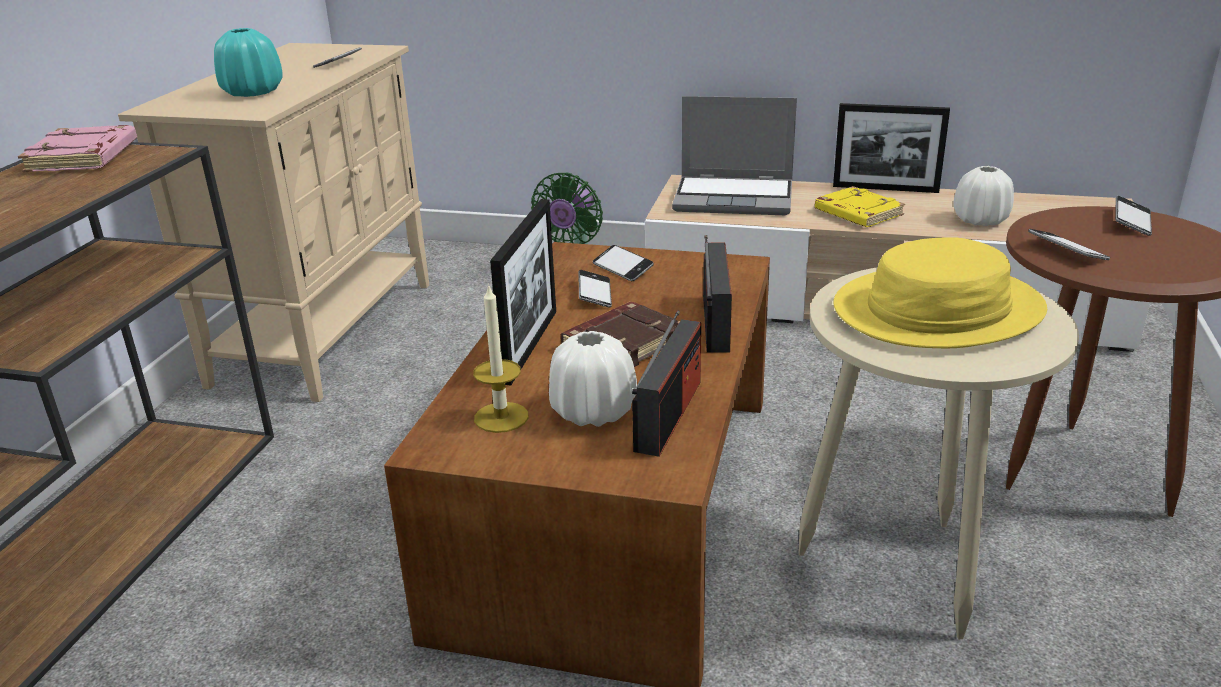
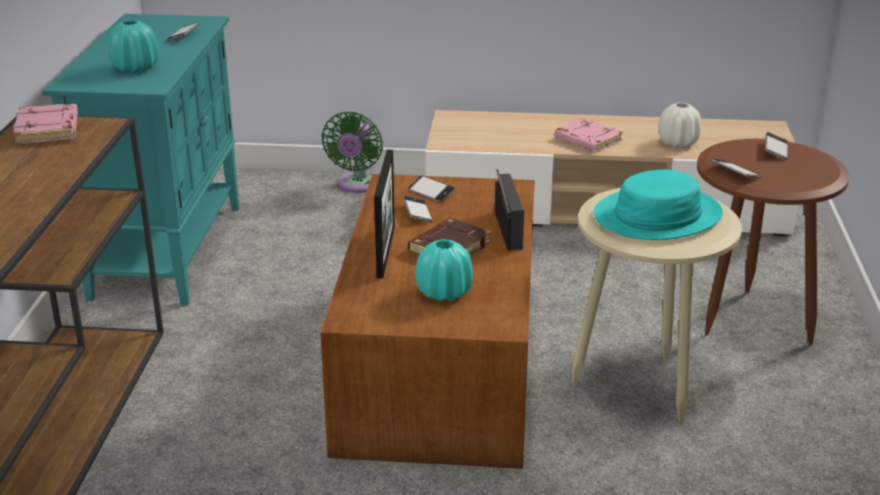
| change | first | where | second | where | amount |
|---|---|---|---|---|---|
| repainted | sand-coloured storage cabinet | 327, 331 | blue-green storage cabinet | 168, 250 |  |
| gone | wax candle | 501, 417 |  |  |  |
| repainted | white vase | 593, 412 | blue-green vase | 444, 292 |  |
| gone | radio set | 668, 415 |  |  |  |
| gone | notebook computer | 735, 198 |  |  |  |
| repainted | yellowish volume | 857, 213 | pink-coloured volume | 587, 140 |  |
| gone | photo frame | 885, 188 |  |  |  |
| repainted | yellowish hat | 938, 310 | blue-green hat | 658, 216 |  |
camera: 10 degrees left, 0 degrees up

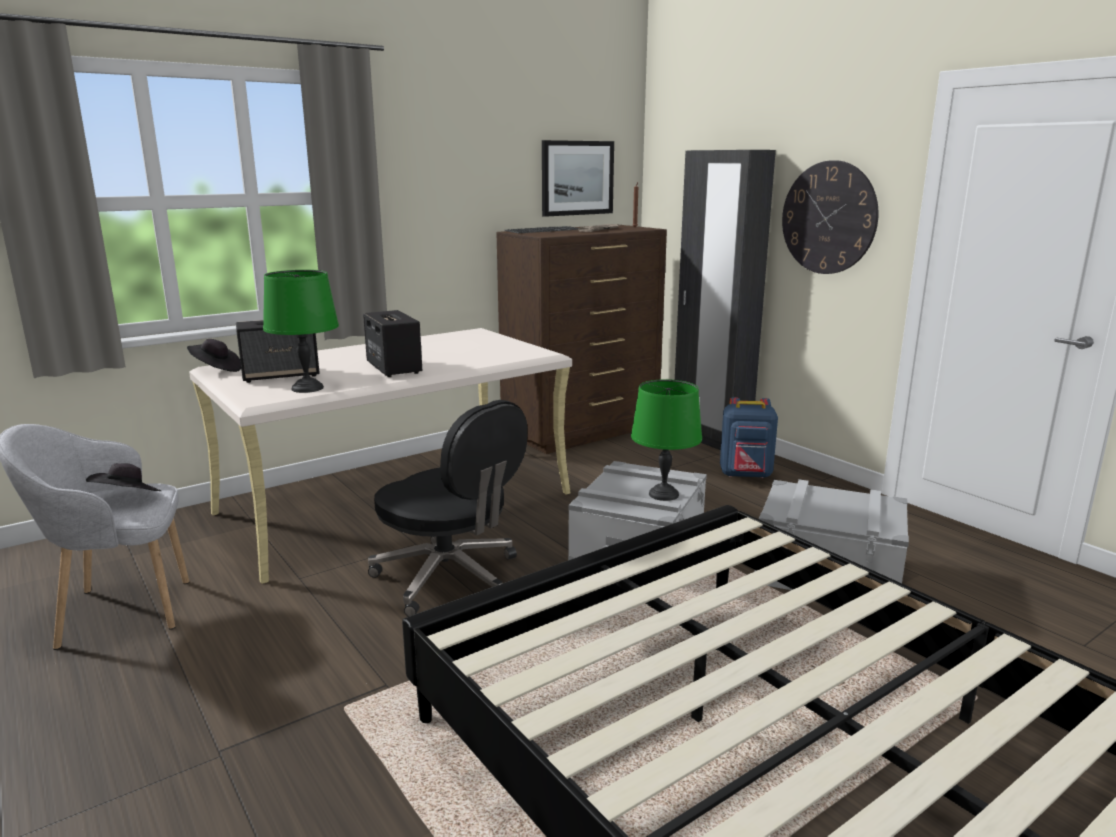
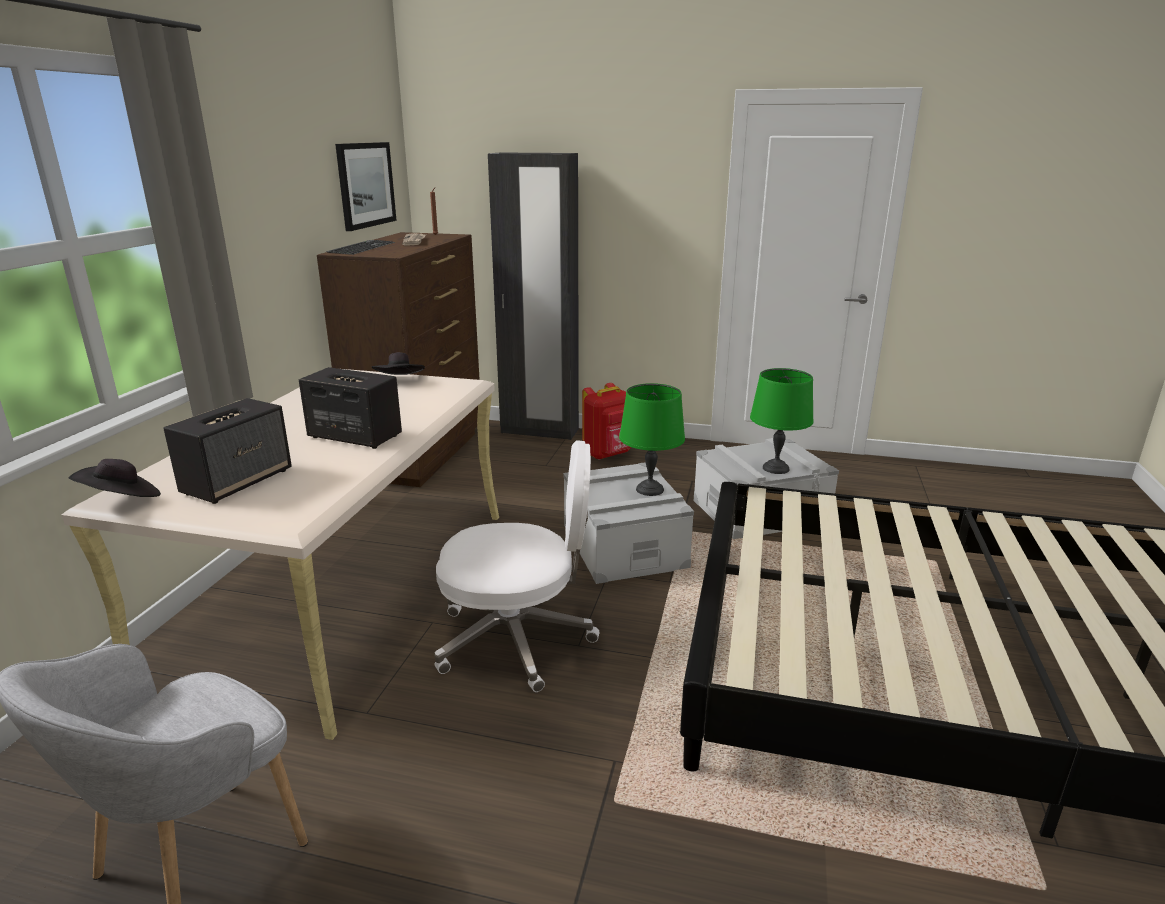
| change | first | where | second | where | amount |
|---|---|---|---|---|---|
| shifted | black-coloured hat | 127, 498 |  | 400, 381 |  |
| shifted | green-coloured table lamp | 308, 388 |  | 776, 468 |  |
| repainted | black-coloured computer chair | 450, 578 | white computer chair | 517, 639 |  |
| repainted | blue knapsack | 746, 475 | reddish knapsack | 608, 454 |  |
| gone | hanging clock | 828, 218 |  |  |  |
camera: 40 degrees left, 5 degrees up

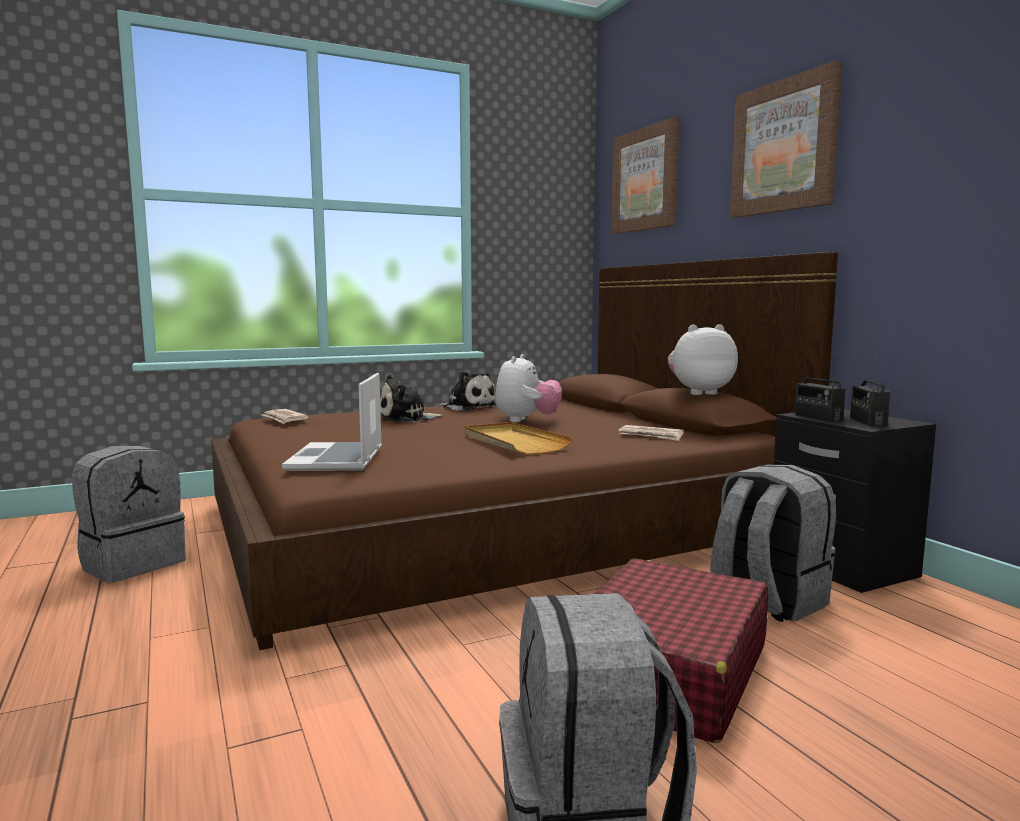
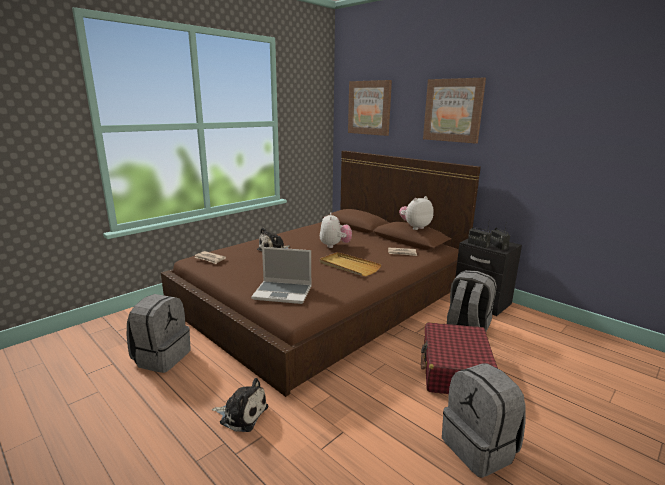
| change | first | where | second | where | amount |
|---|---|---|---|---|---|
| rotated | notebook computer | 337, 460 |  | 283, 293 | 60 degrees counterclockwise |
| shifted | cuddly toy | 468, 407 |  | 242, 414 |  |
camera: 20 degrees left, 10 degrees up

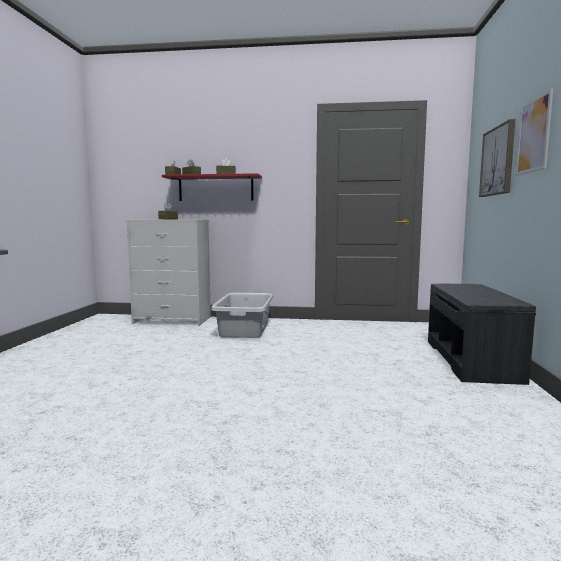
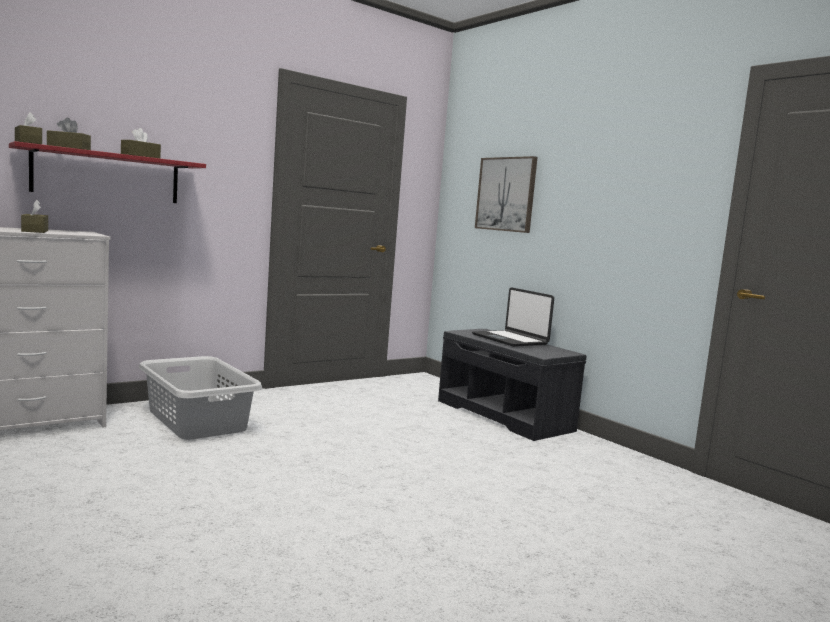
| change | first | where | second | where | amount |
|---|---|---|---|---|---|
| gone | picture | 534, 135 |  |  |  |
| new |  |  | notebook computer | 510, 339 |  |
camera: 45 degrees left, 0 degrees up

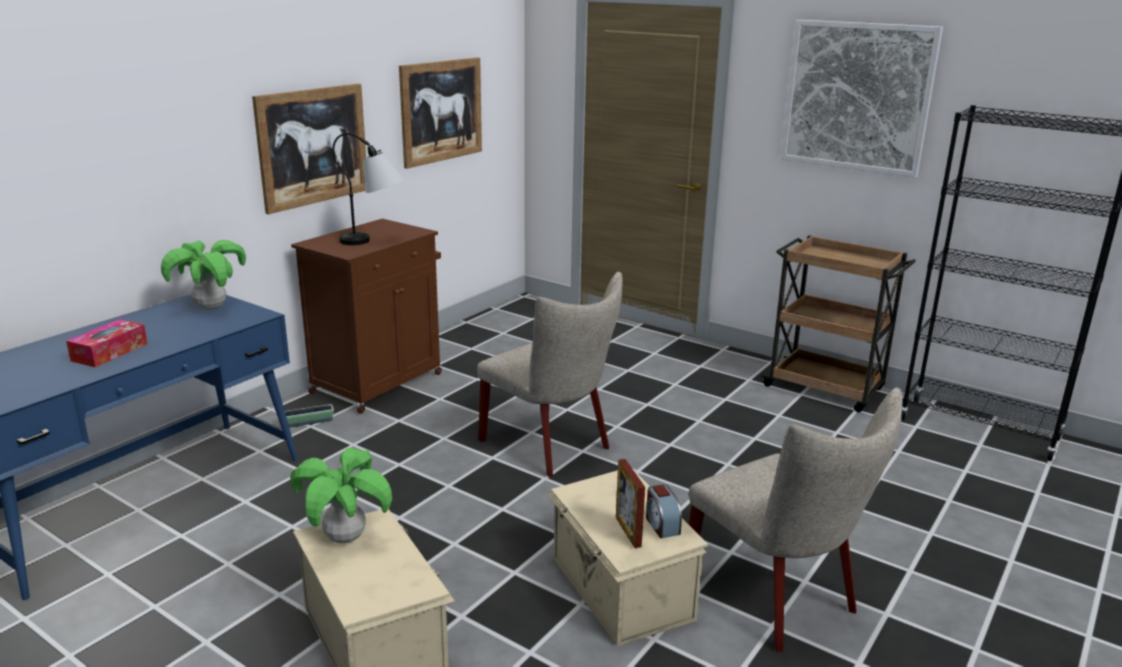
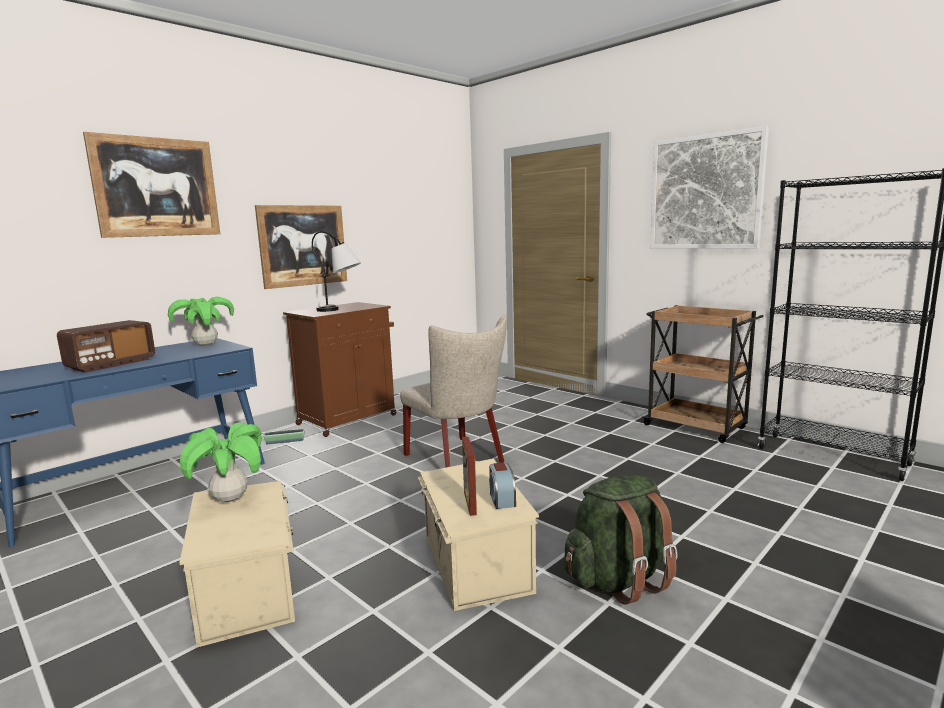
| change | first | where | second | where | amount |
|---|---|---|---|---|---|
| swapped | tissue holder | 109, 352 | radio set | 111, 364 |  |
| shifted | picture | 441, 111 |  | 156, 187 |  |
| swapped | sand-coloured plain chair | 778, 599 | green-coloured knapsack | 619, 580 |  |
camera: 10 degrees right, 10 degrees down

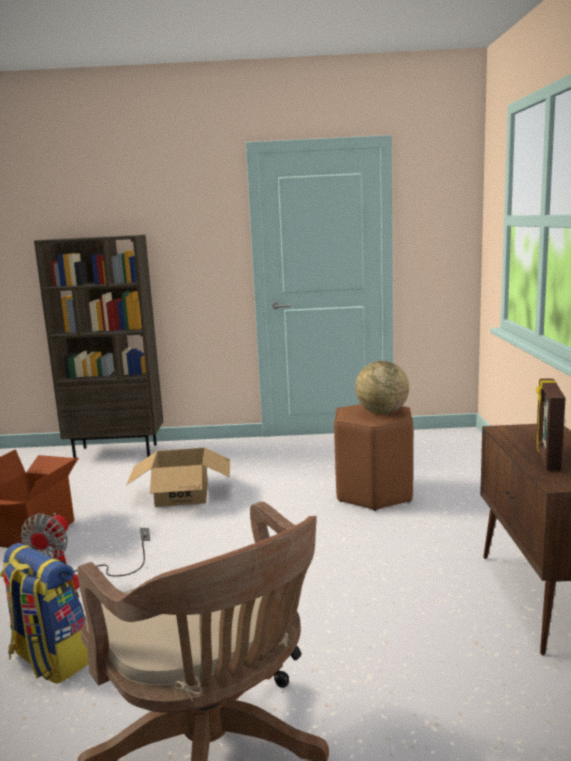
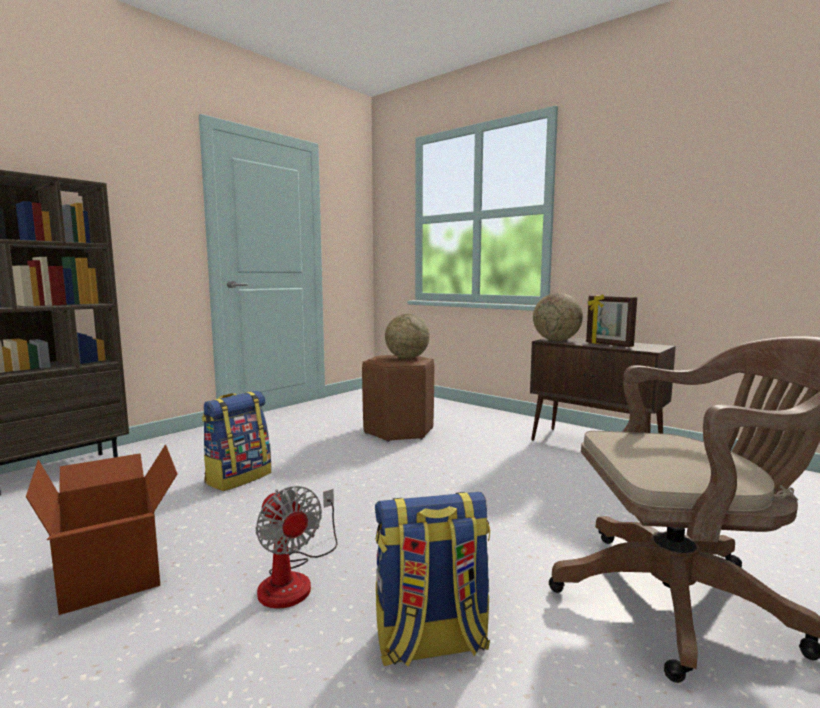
| change | first | where | second | where | amount |
|---|---|---|---|---|---|
| swapped | carton | 182, 494 | knapsack | 238, 478 |  |
| new |  |  | world globe | 556, 340 |  |
camera: 50 degrees left, 5 degrees down

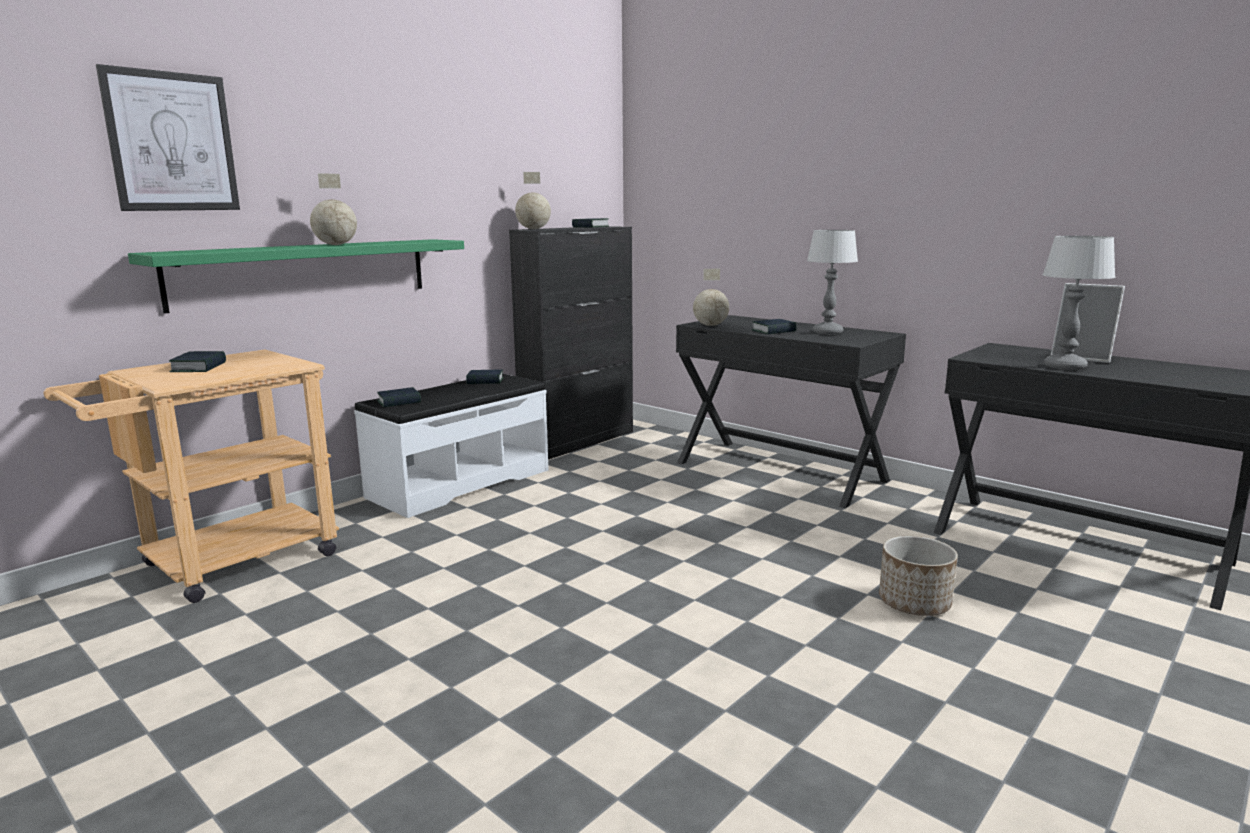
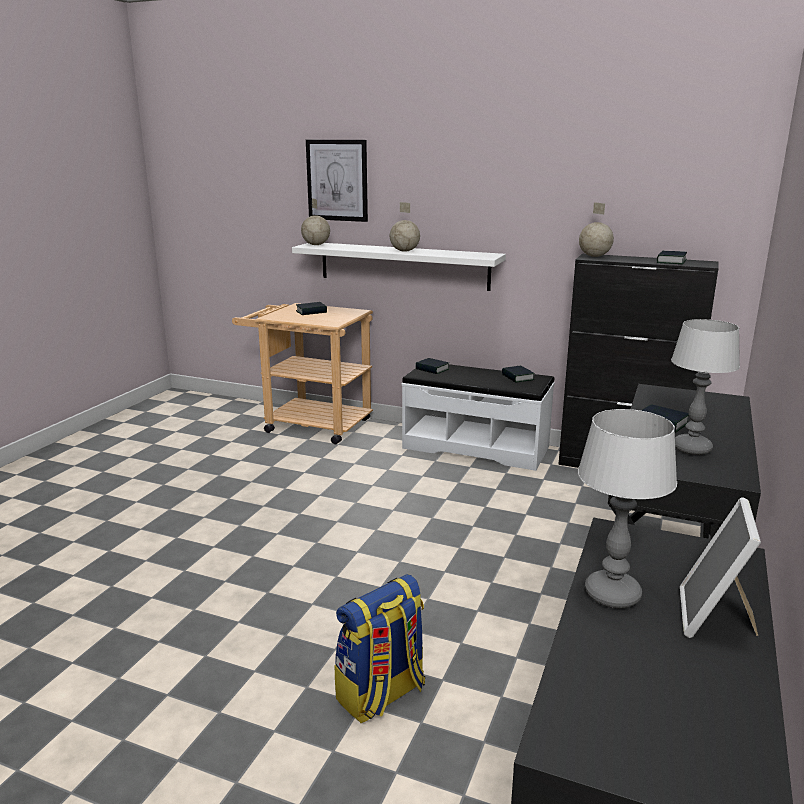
| change | first | where | second | where | amount |
|---|---|---|---|---|---|
| repainted | green-coloured shelf | 304, 272 | white shelf | 403, 265 |  |
| shifted | world globe | 710, 325 |  | 316, 245 |  |
| swapped | plant pot | 915, 603 | knapsack | 381, 694 |  |
camera: 70 degrees right, 5 degrees up

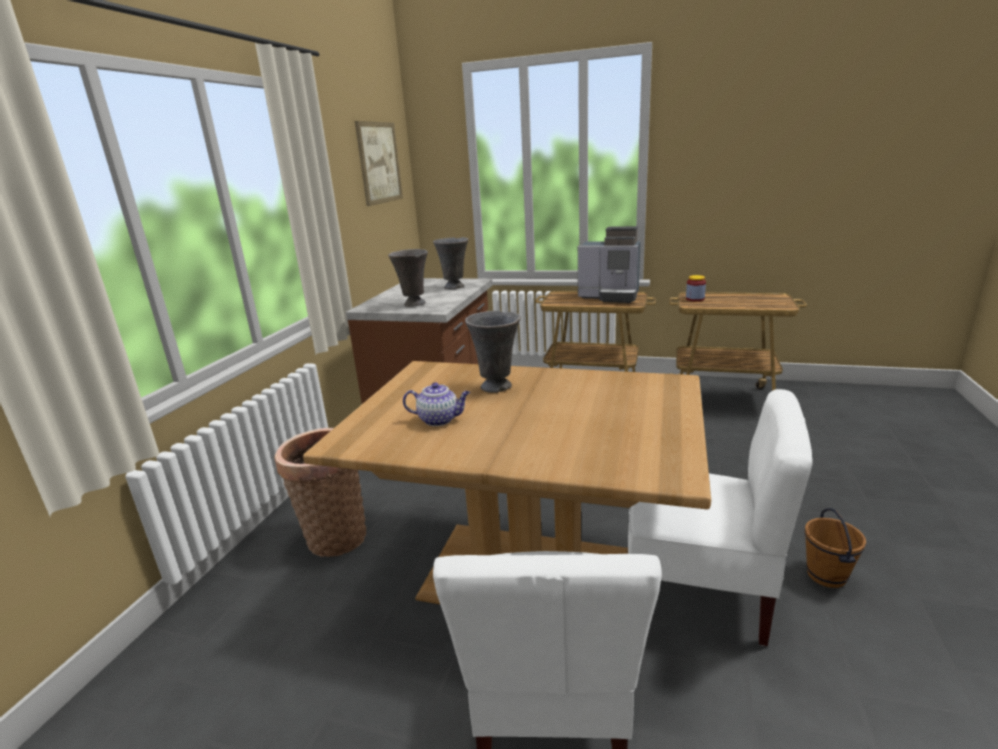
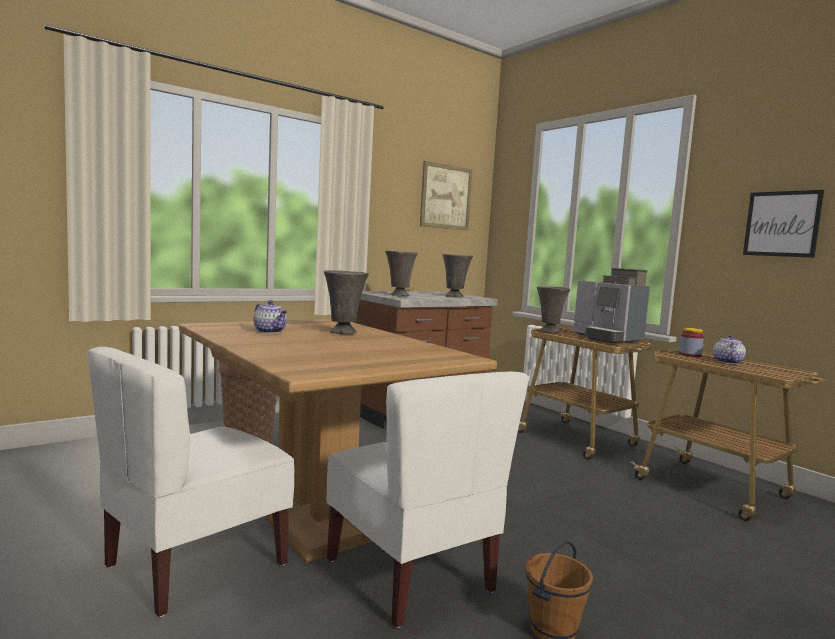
| change | first | where | second | where | amount |
|---|---|---|---|---|---|
| new |  |  | gray vase | 549, 331 |  |
| new |  |  | teapot | 727, 362 |  |
| new |  |  | picture | 781, 224 |  |
camera: 35 degrees right, 15 degrees down

